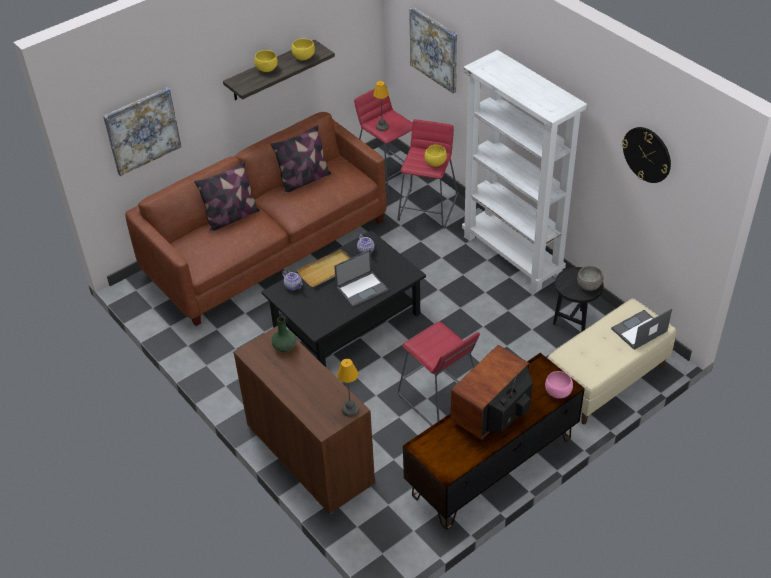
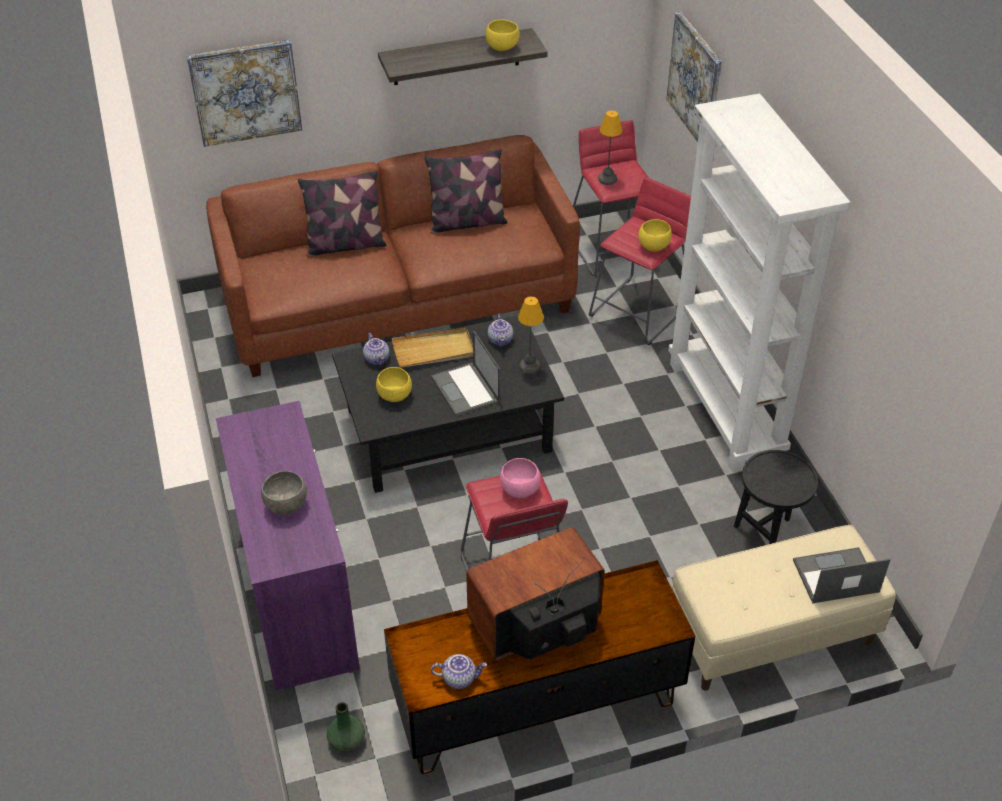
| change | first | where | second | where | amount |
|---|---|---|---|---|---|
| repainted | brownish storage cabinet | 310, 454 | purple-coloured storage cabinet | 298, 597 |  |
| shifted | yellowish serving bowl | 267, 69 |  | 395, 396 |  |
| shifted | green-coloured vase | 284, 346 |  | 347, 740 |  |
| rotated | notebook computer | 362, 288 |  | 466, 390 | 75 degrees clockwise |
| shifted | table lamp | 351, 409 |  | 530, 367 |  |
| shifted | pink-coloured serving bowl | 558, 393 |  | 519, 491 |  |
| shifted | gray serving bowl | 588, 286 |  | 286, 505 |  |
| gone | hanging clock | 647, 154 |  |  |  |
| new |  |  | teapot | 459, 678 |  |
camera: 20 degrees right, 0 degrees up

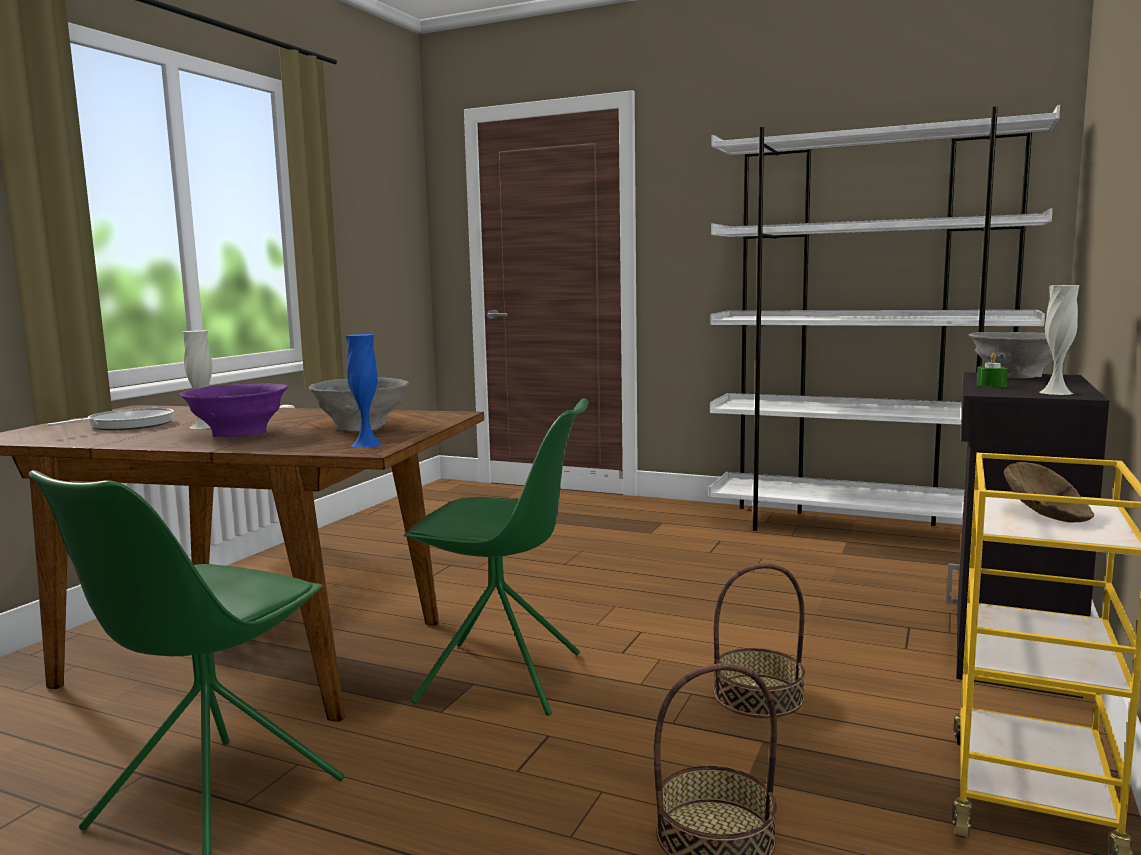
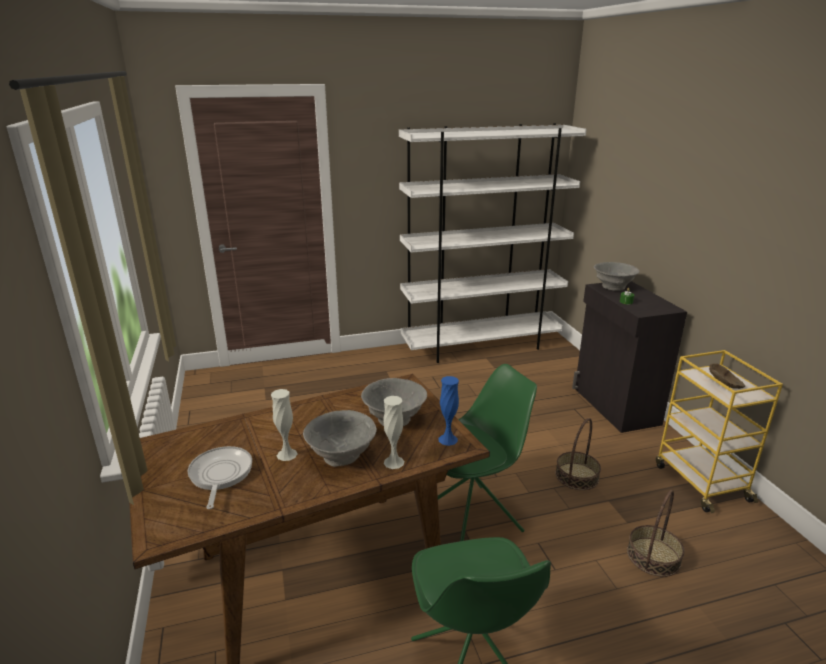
| change | first | where | second | where | amount |
|---|---|---|---|---|---|
| repainted | purple-coloured serving bowl | 239, 434 | gray serving bowl | 342, 456 |  |
| shifted | white vase | 1055, 392 |  | 394, 462 |  |
camera: 40 degrees left, 15 degrees up

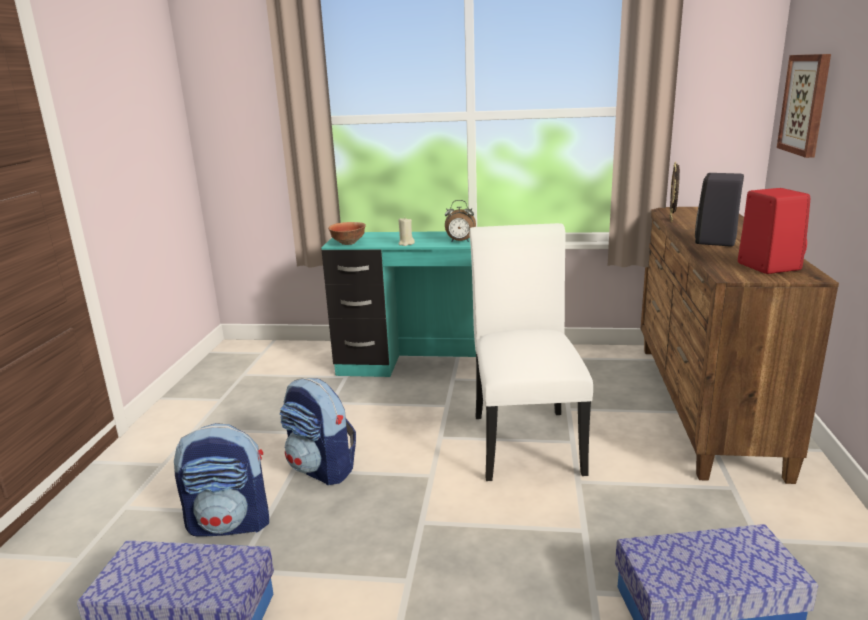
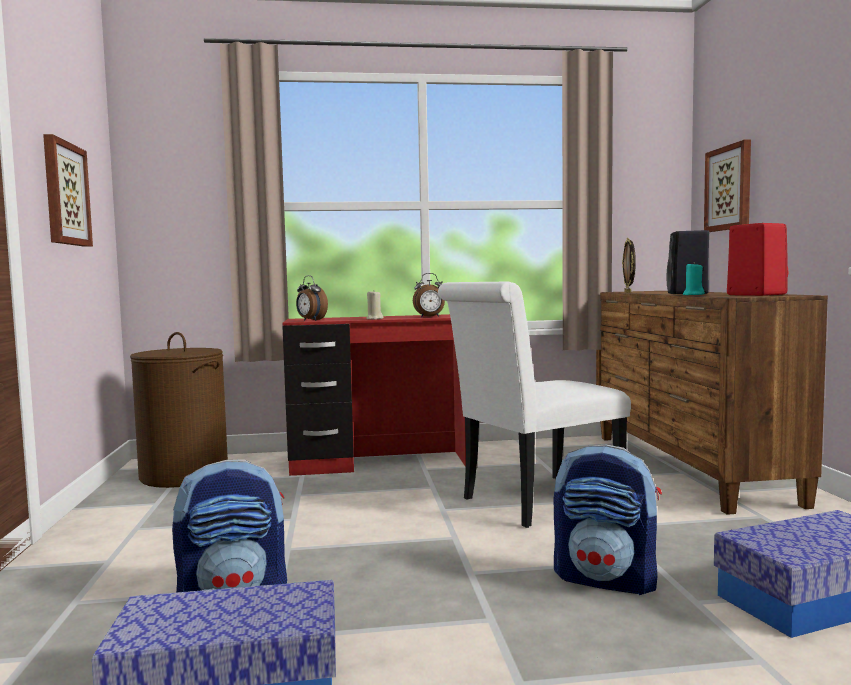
| change | first | where | second | where | amount |
|---|---|---|---|---|---|
| shifted | knapsack | 322, 469 |  | 606, 579 |  |
| repainted | blue-green desk | 416, 366 | reddish desk | 378, 463 |  |
| swapped | serving bowl | 349, 243 | table clock | 311, 320 |  |
| rotated | white plain chair | 524, 438 |  | 534, 502 | 105 degrees counterclockwise |
| new |  |  | picture | 65, 194 |  |
| new |  |  | brownish hamper | 183, 475 |  |
| new |  |  | blue-green wax candle | 693, 294 |  |
camera: 15 degrees left, 15 degrees down

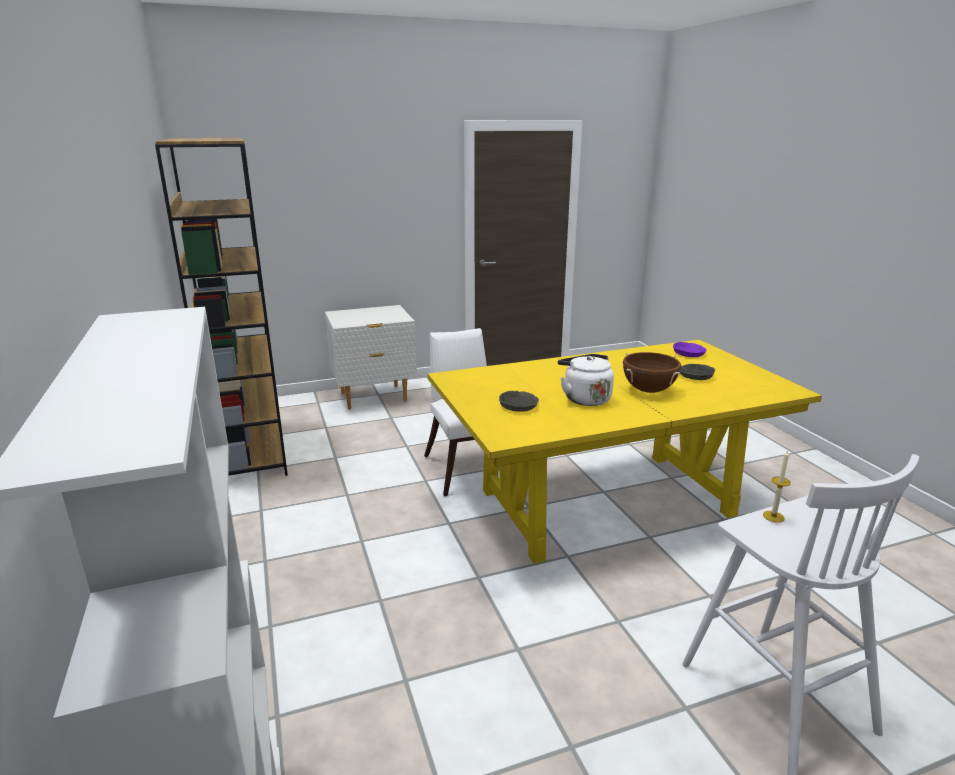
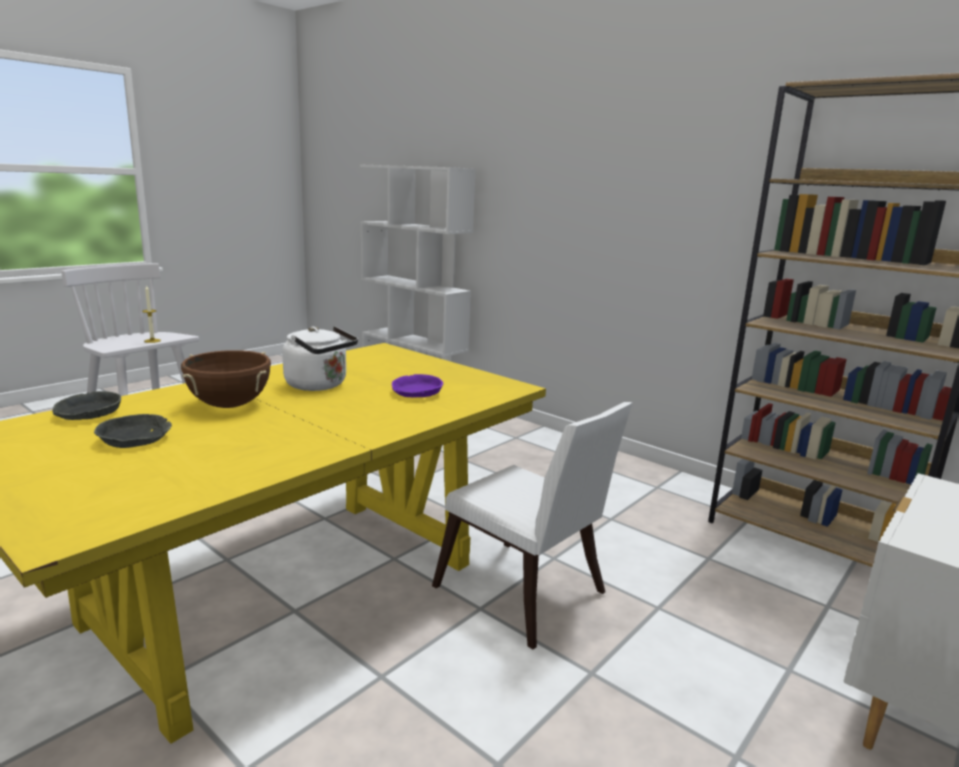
| change | first | where | second | where | amount |
|---|---|---|---|---|---|
| shifted | gray serving bowl | 519, 406 |  | 88, 414 |  |
| shifted | purple-coloured serving bowl | 689, 353 |  | 416, 393 |  |
camera: 150 degrees right, 5 degrees down

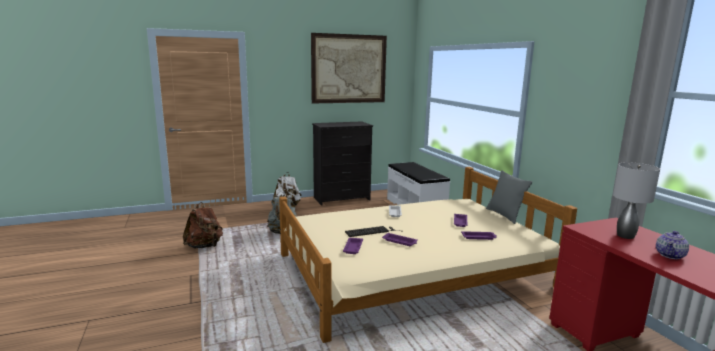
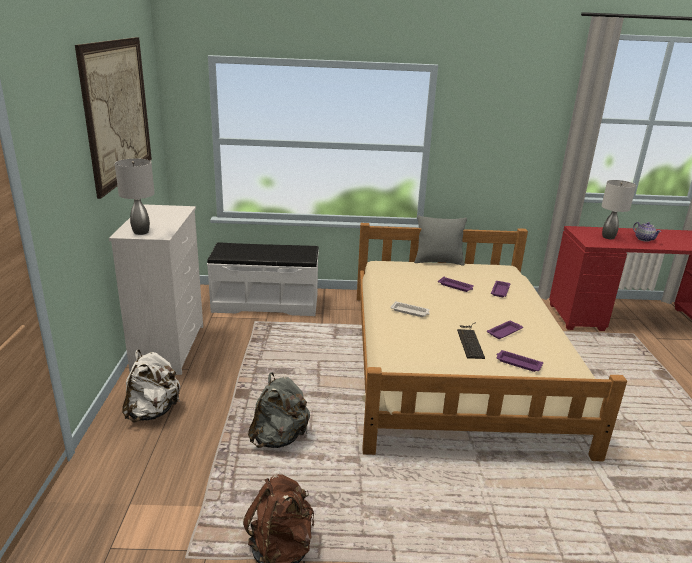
| change | first | where | second | where | amount |
|---|---|---|---|---|---|
| repainted | black-coloured chest of drawers | 342, 199 | white chest of drawers | 170, 347 |  |
| new |  |  | gray table lamp | 141, 232 |  |
camera: 70 degrees left, 10 degrees up

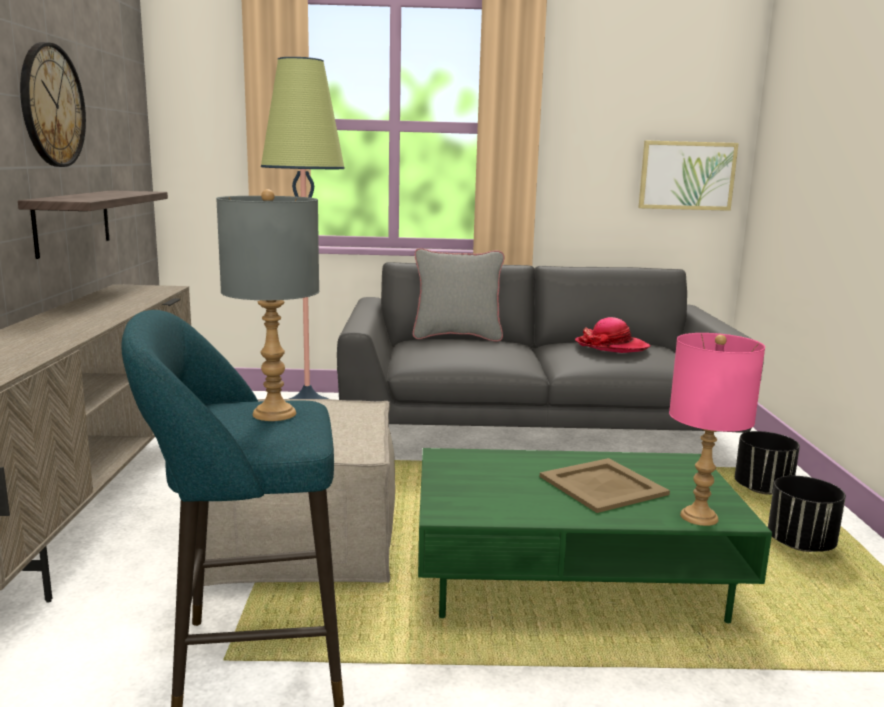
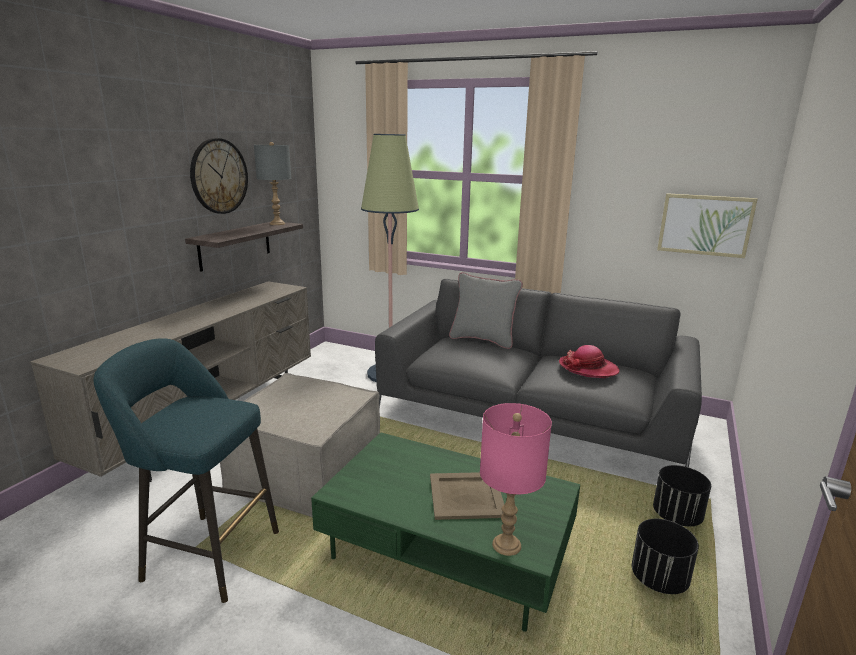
| change | first | where | second | where | amount |
|---|---|---|---|---|---|
| shifted | gray table lamp | 275, 413 |  | 277, 224 |  |
camera: 25 degrees right, 5 degrees up

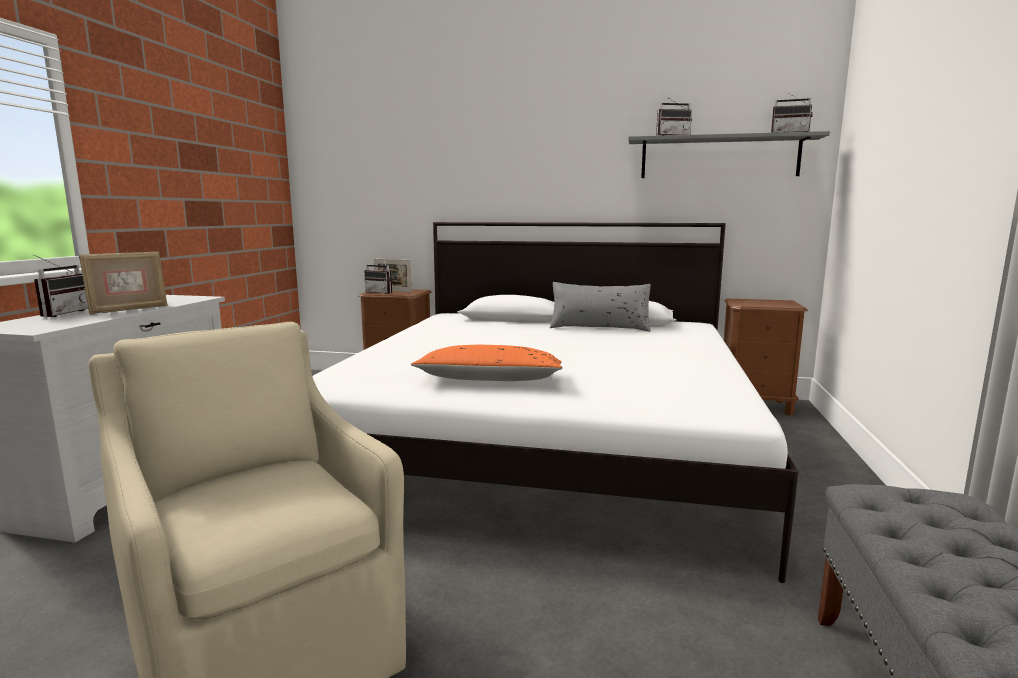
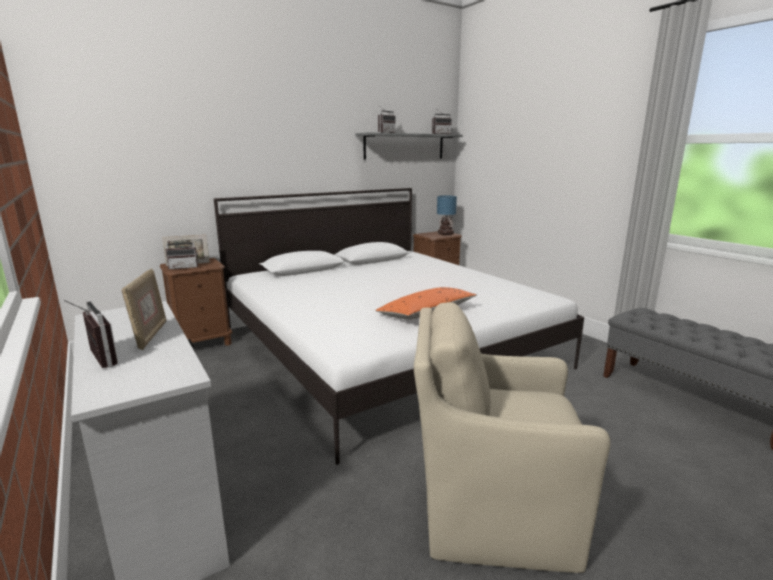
| change | first | where | second | where | amount |
|---|---|---|---|---|---|
| gone | gray cushion | 599, 327 |  |  |  |
| new |  |  | table lamp | 445, 233 |  |
camera: 45 degrees left, 5 degrees up

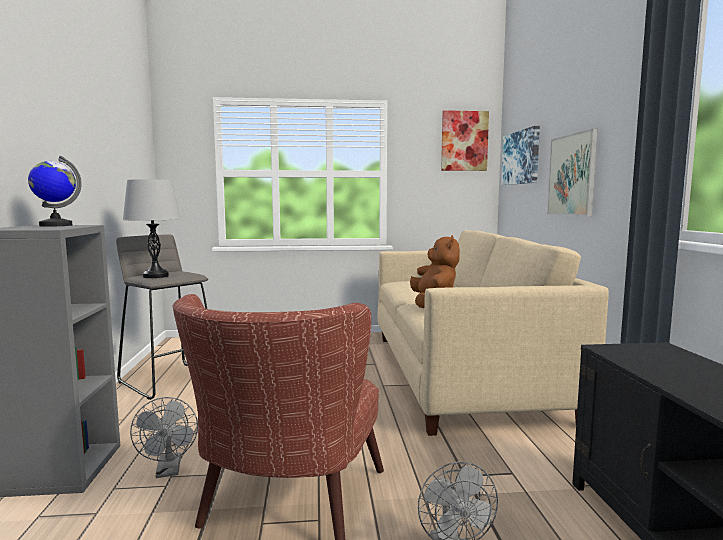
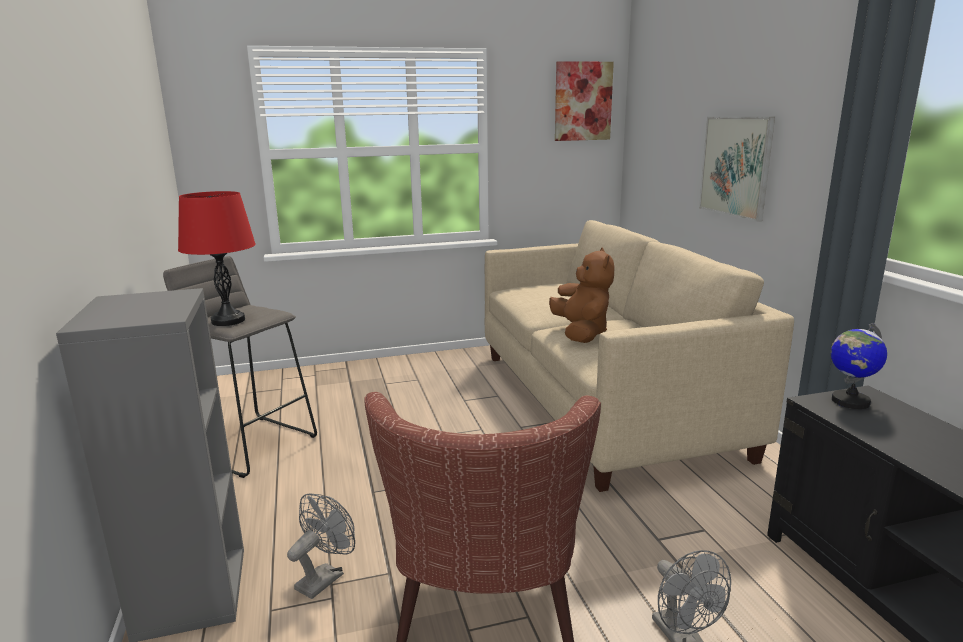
| change | first | where | second | where | amount |
|---|---|---|---|---|---|
| shifted | world globe | 55, 225 |  | 849, 401 |  |
| repainted | gray table lamp | 155, 276 | reddish table lamp | 228, 321 |  |
| rotated | gray electric fan | 168, 471 |  | 324, 577 | 120 degrees counterclockwise |
| gone | picture | 521, 157 |  |  |  |
camera: 10 degrees left, 10 degrees up

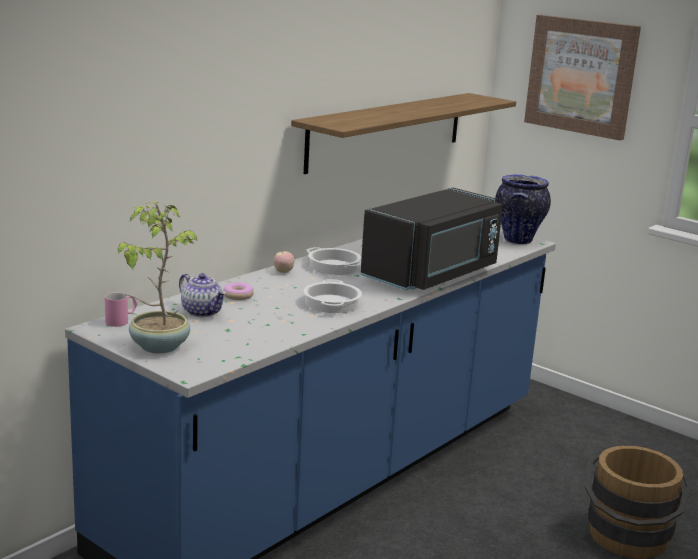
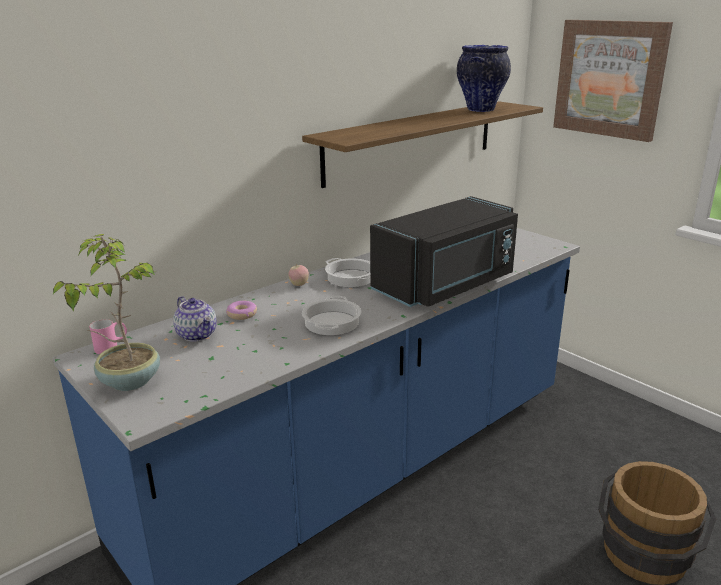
| change | first | where | second | where | amount |
|---|---|---|---|---|---|
| shifted | vase | 517, 240 |  | 480, 110 |  |
camera: 10 degrees right, 5 degrees up

